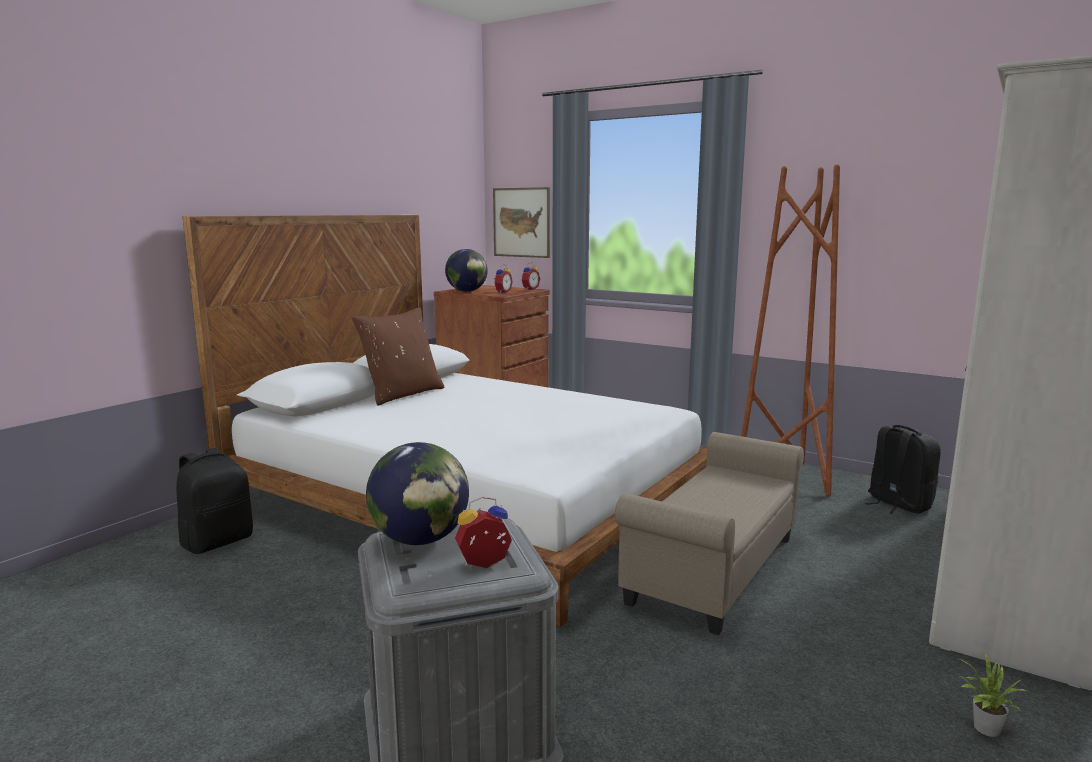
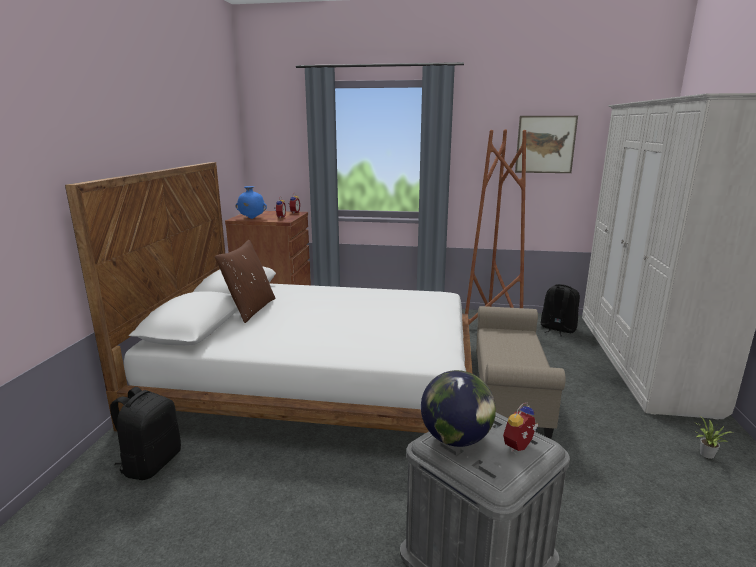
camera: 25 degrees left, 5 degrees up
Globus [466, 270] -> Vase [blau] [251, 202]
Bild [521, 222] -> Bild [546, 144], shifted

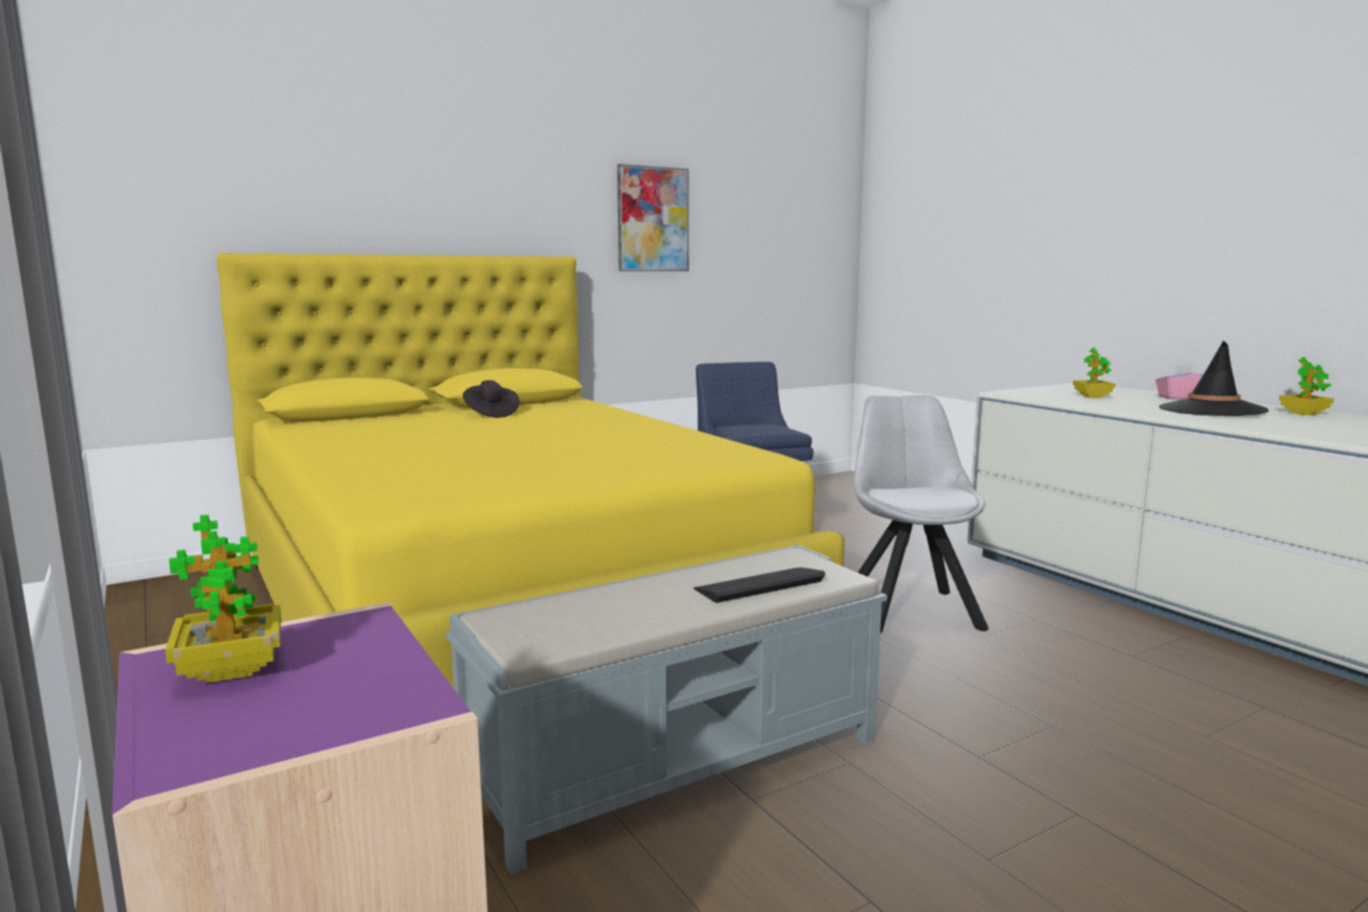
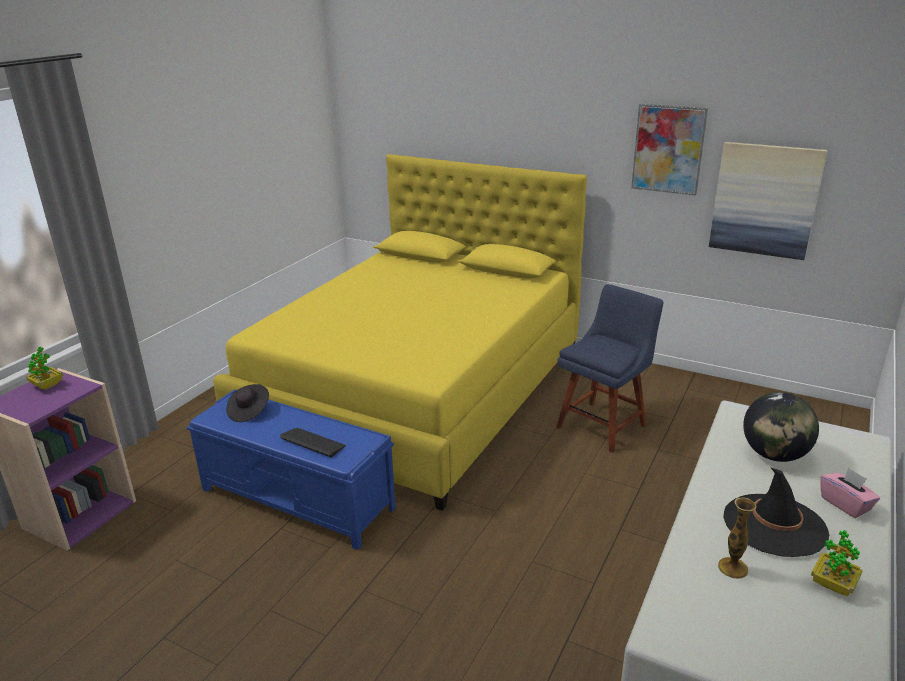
camera: 60 degrees right, 15 degrees up
Bank [grau] [666, 709] -> Bank [blau] [291, 469]
Hut [schwarz] [491, 399] -> Hut [schwarz] [247, 403], shifted
none -> Bild [768, 201]
none -> Vase [737, 538]
Topfpflanze [1094, 372] -> Globus [781, 427]
Stuhl [grau] [921, 513] -> none

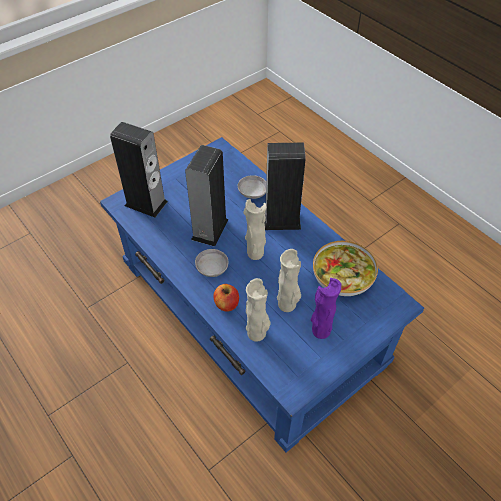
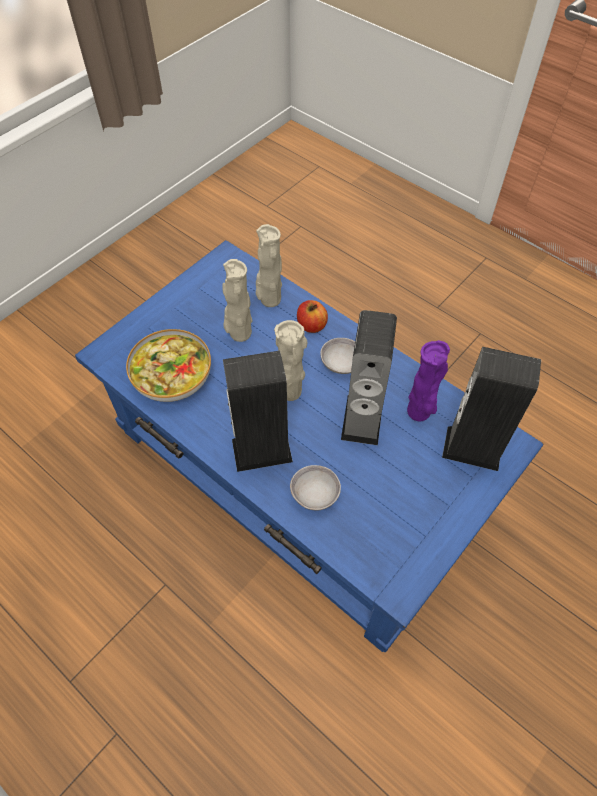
camera: 170 degrees right, 5 degrees up
Vase [lila] [326, 308] -> Vase [lila] [428, 380], shifted

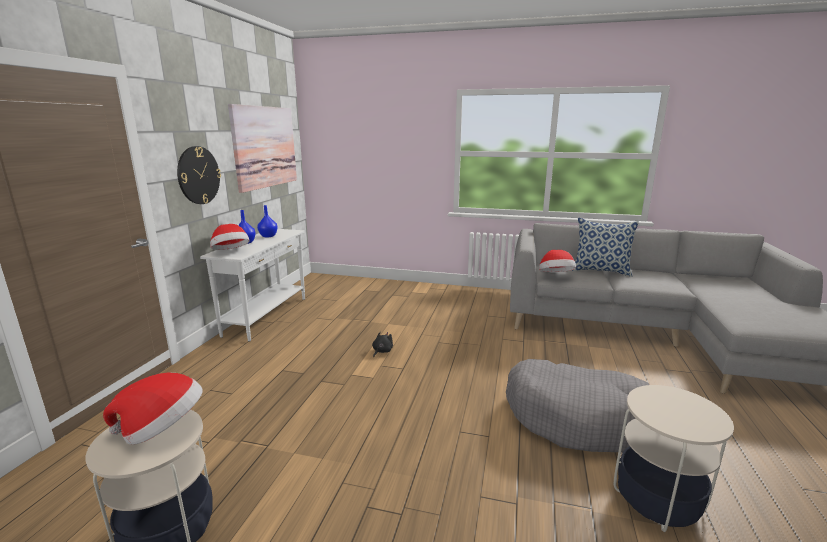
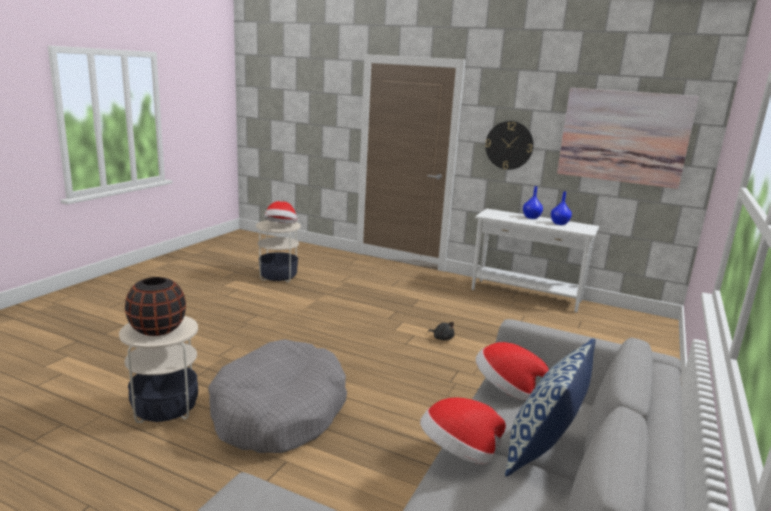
camera: 100 degrees right, 0 degrees up
none -> Vase [schwarz] [155, 306]
Hut [230, 237] -> Hut [463, 430], shifted

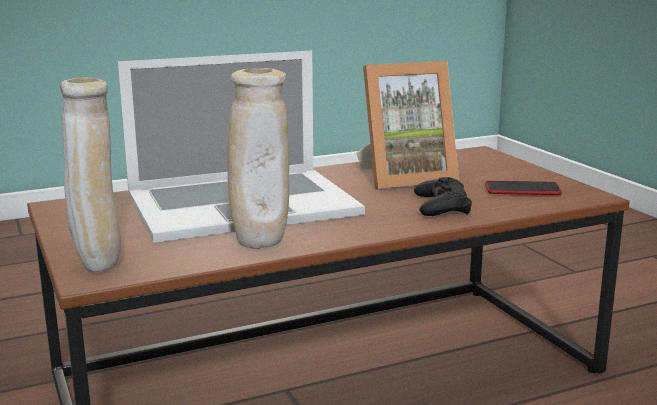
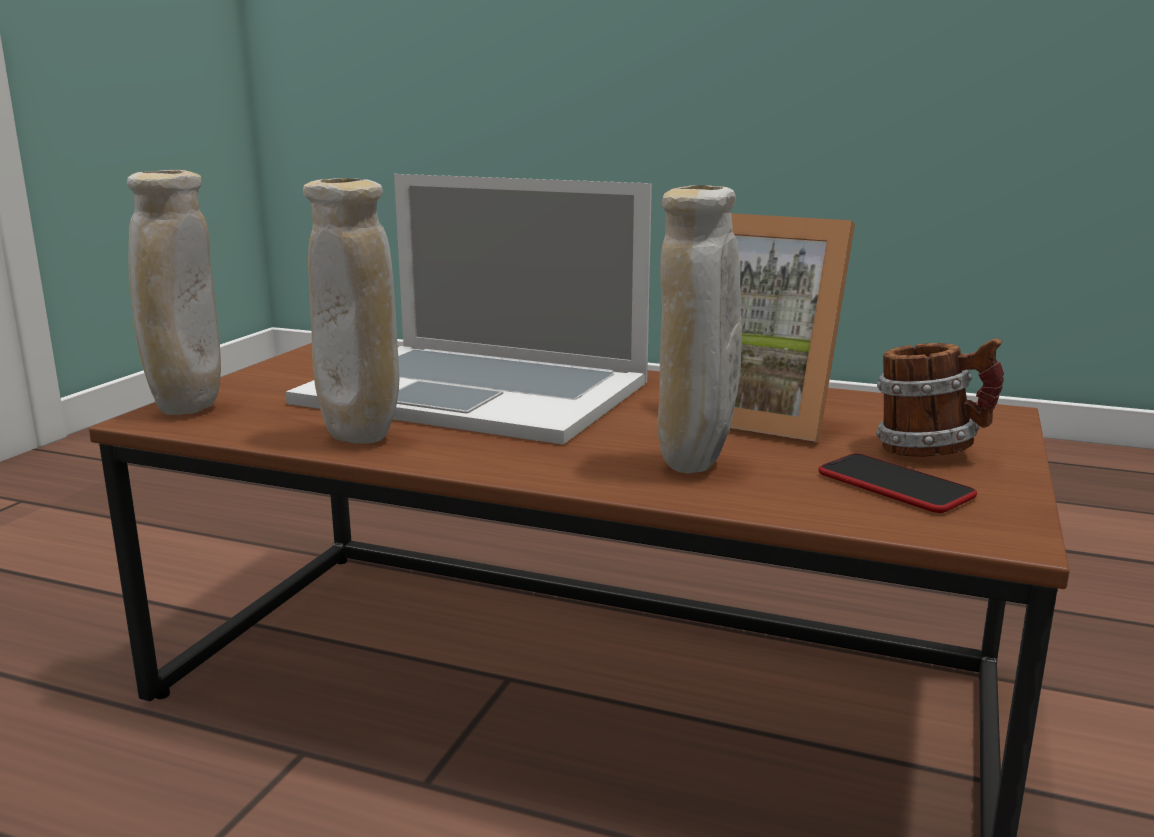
camera: 45 degrees right, 0 degrees up
Gamepad [schwarz] [443, 196] -> Vase [beige] [699, 329]
none -> Henkelbecher [940, 397]

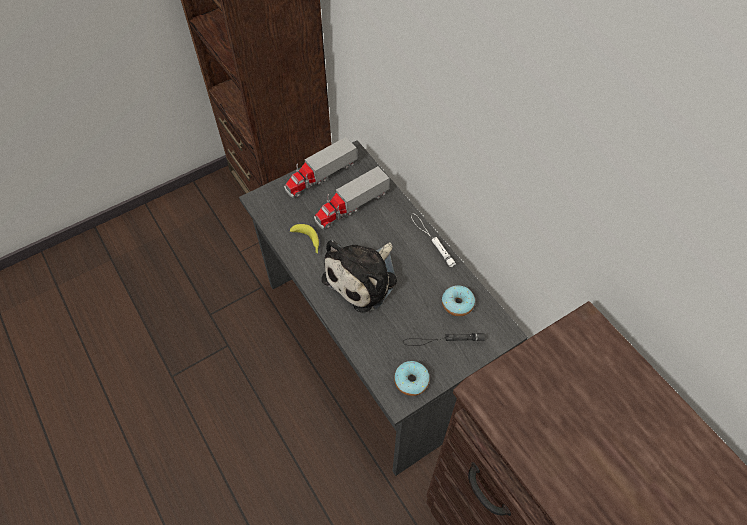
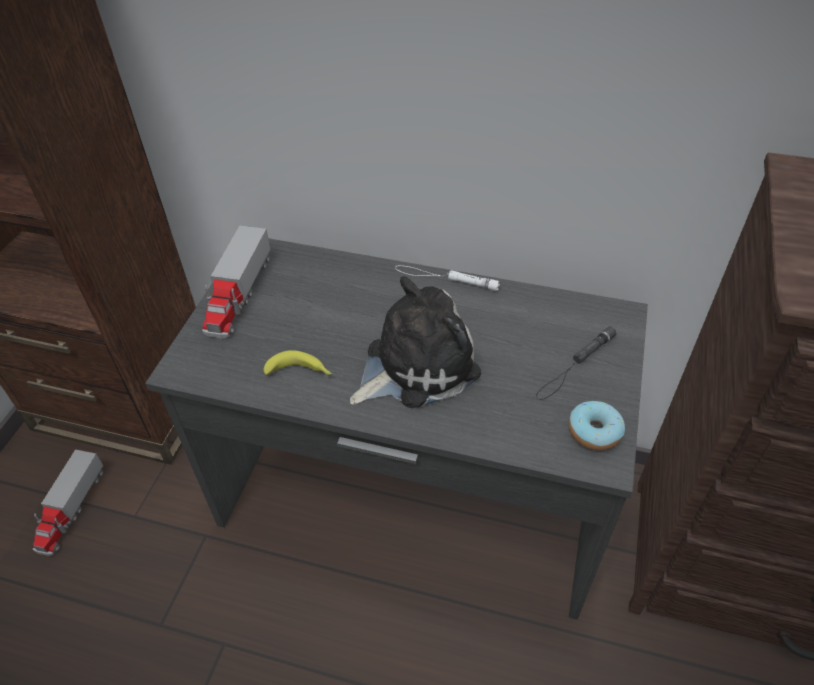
camera: 40 degrees left, 10 degrees down
Spielzeuglaster [351, 197] -> Spielzeuglaster [67, 502], shifted
Plüschtier [359, 276] -> Plüschtier [415, 342], 120 degrees counterclockwise
Donut [458, 301] -> none

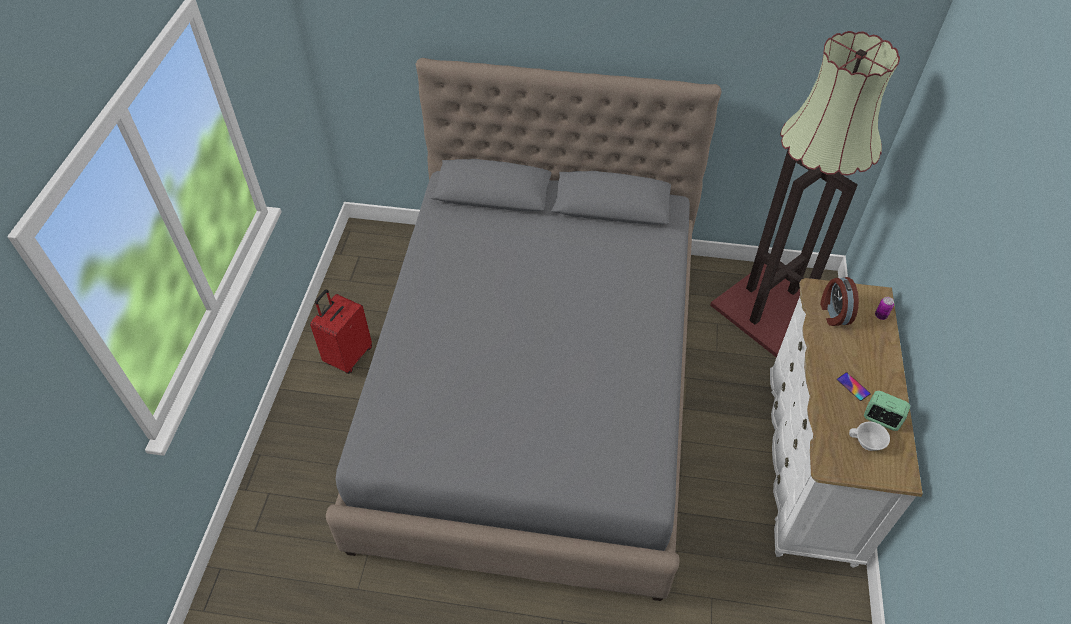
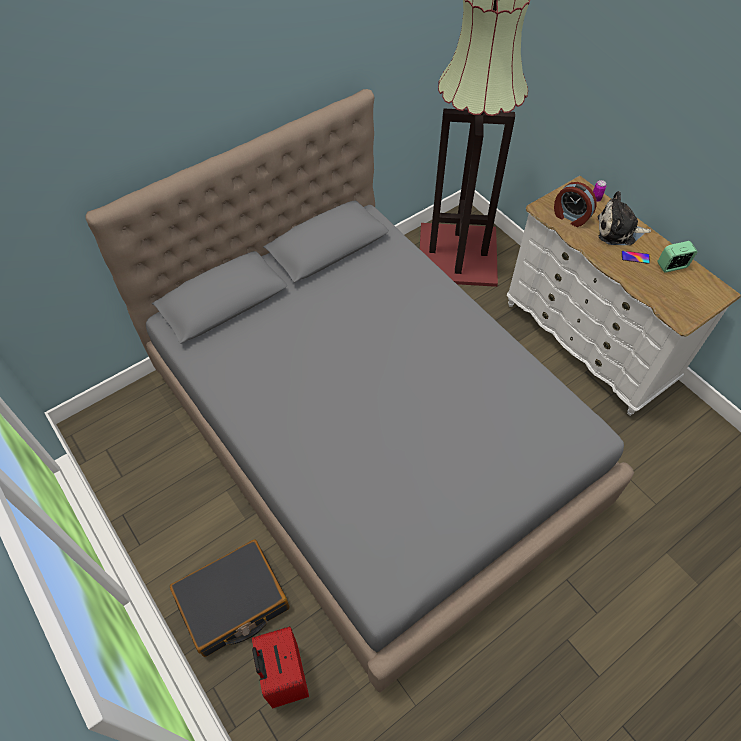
camera: 45 degrees left, 5 degrees up
none -> Koffer [schwarz] [230, 598]
Koffer [rot] [341, 331] -> Koffer [rot] [280, 667], shifted
none -> Plüschtier [624, 218]
Tasse [weiß] [869, 436] -> none

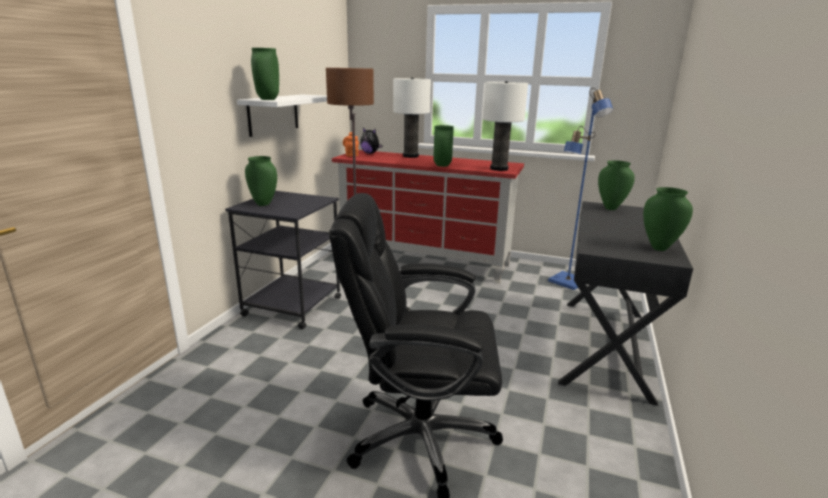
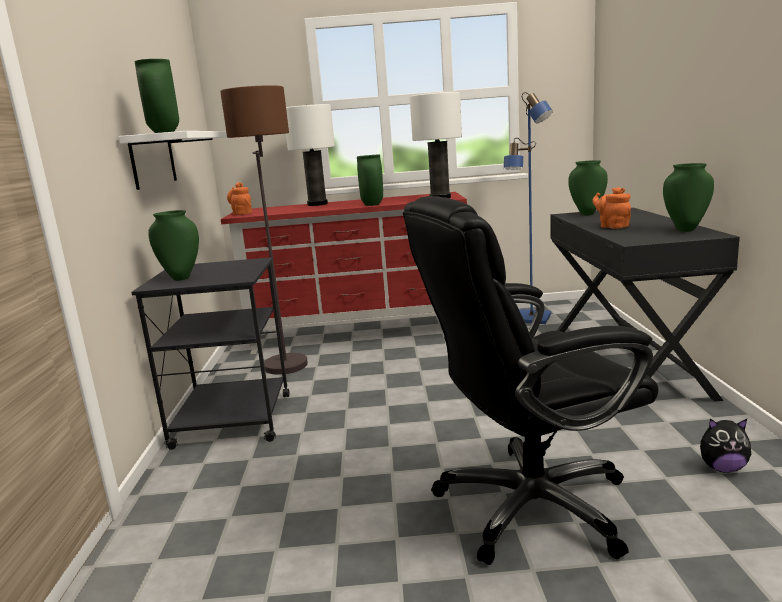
camera: 20 degrees left, 5 degrees down
none -> Teekanne [orange] [611, 208]
Plüschtier [371, 141] -> Plüschtier [725, 446], shifted

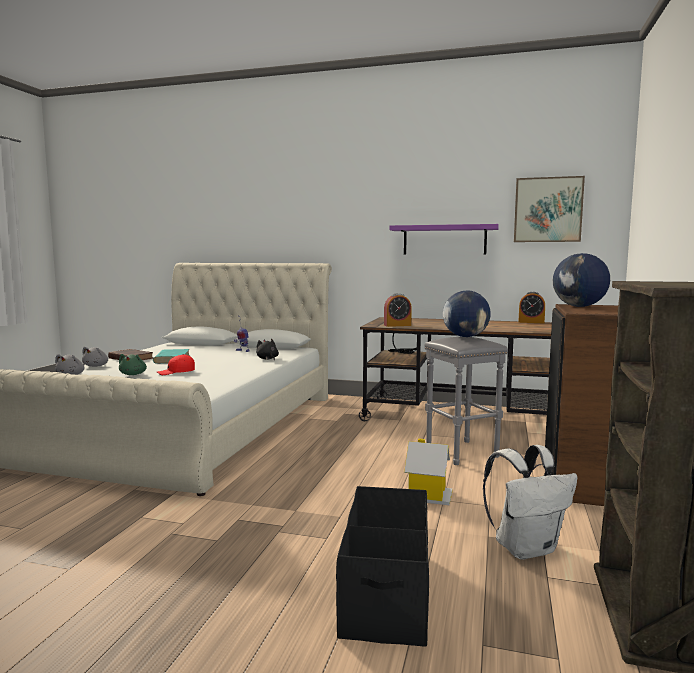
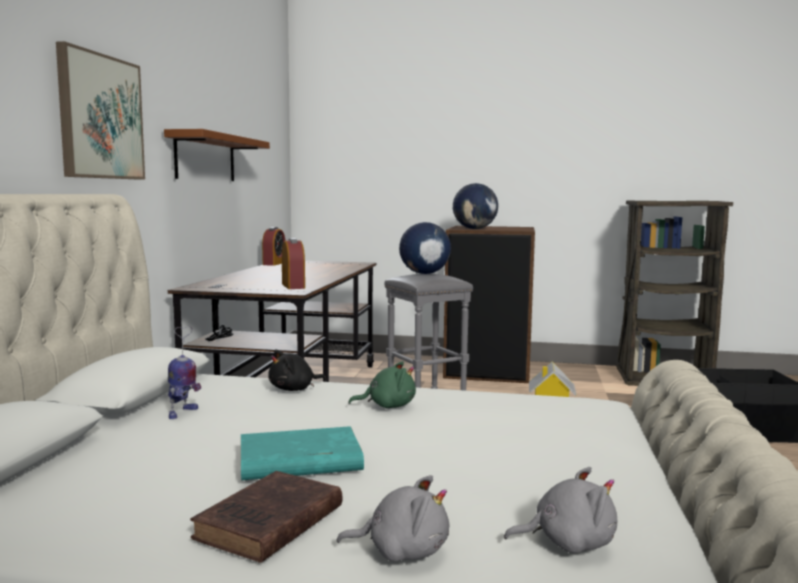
camera: 95 degrees left, 0 degrees up
Bild [549, 209] -> Bild [100, 110], shifted
Wandregal [lila] [444, 239] -> Wandregal [braun] [217, 155]
Plüschtier [grün] [133, 364] -> Plüschtier [grün] [382, 384], shifted
Kappe [rot] [176, 364] -> none
Rucksack [weiß] [530, 502] -> none

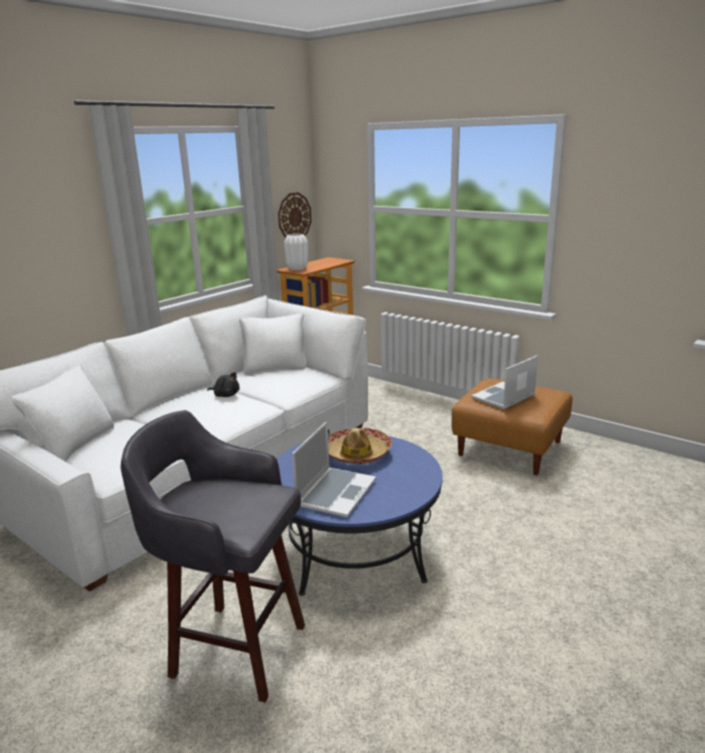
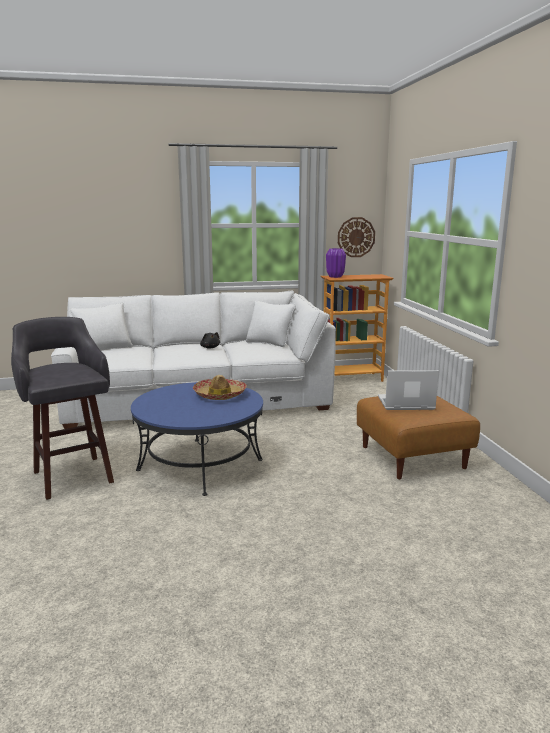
camera: 40 degrees right, 5 degrees down
Vase [weiß] [296, 252] -> Vase [lila] [336, 263]
Laptop [334, 469] -> none

